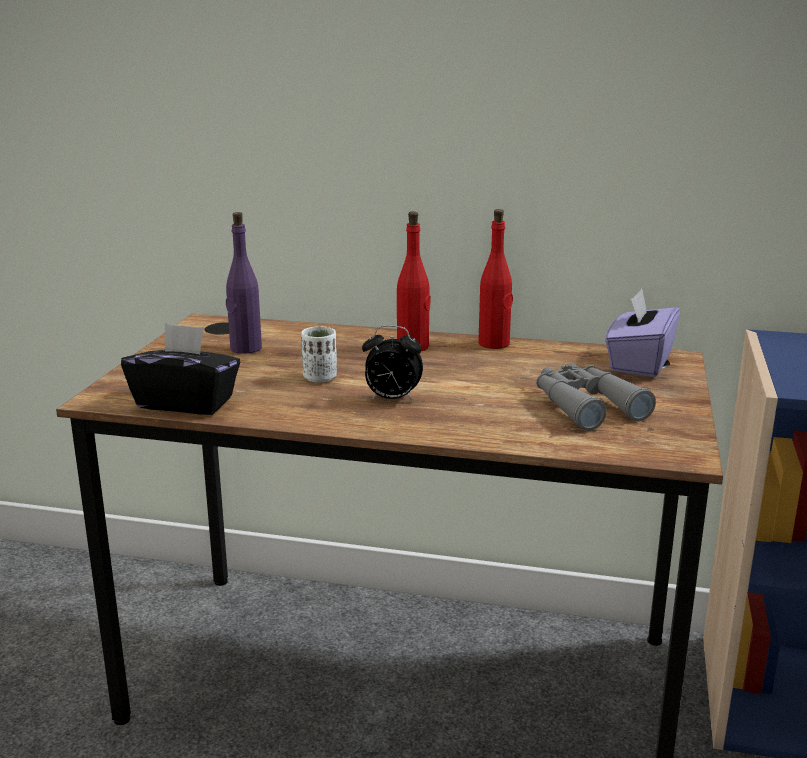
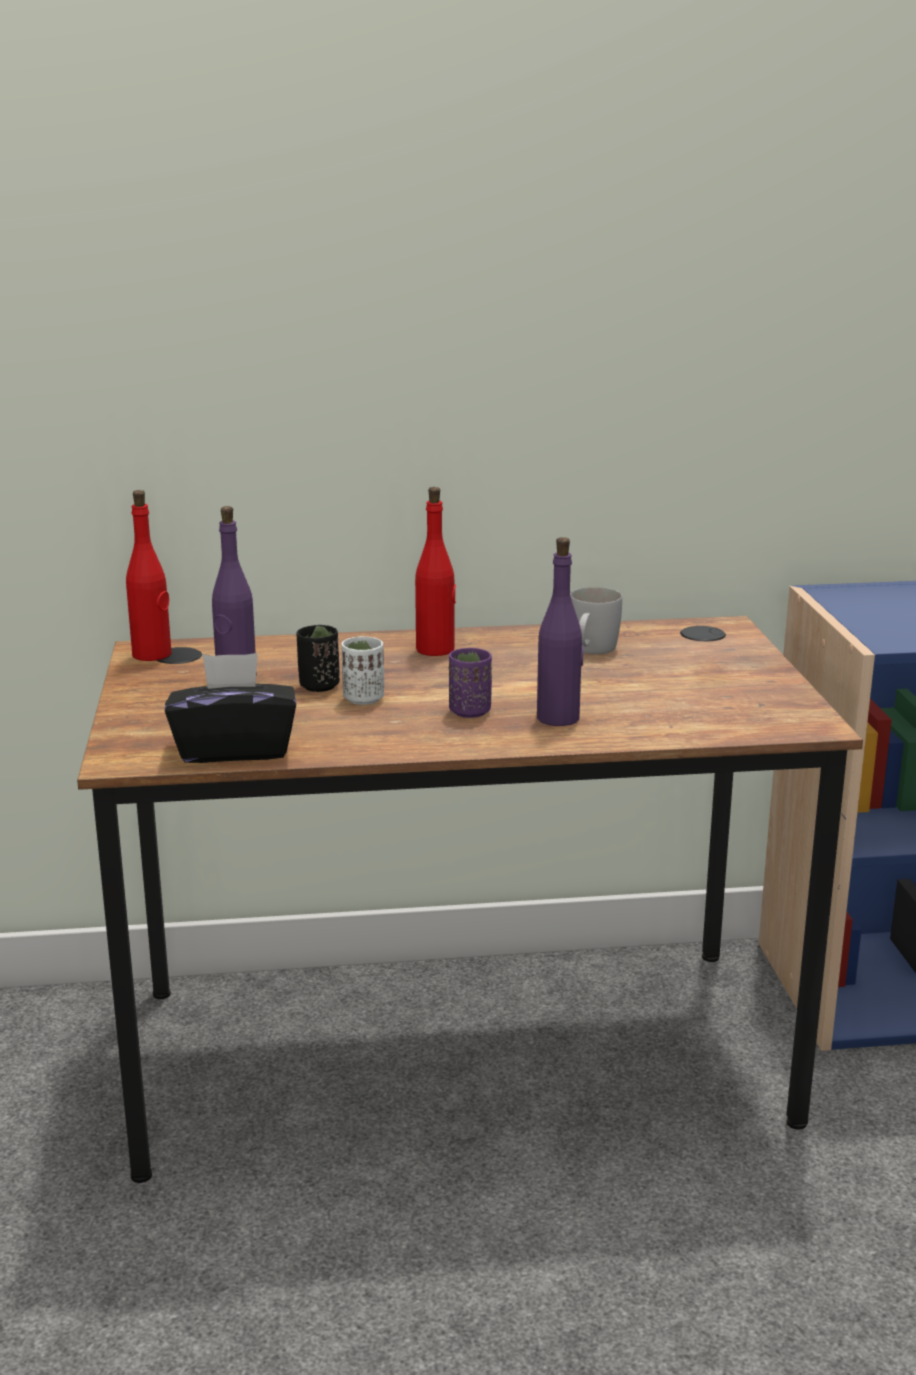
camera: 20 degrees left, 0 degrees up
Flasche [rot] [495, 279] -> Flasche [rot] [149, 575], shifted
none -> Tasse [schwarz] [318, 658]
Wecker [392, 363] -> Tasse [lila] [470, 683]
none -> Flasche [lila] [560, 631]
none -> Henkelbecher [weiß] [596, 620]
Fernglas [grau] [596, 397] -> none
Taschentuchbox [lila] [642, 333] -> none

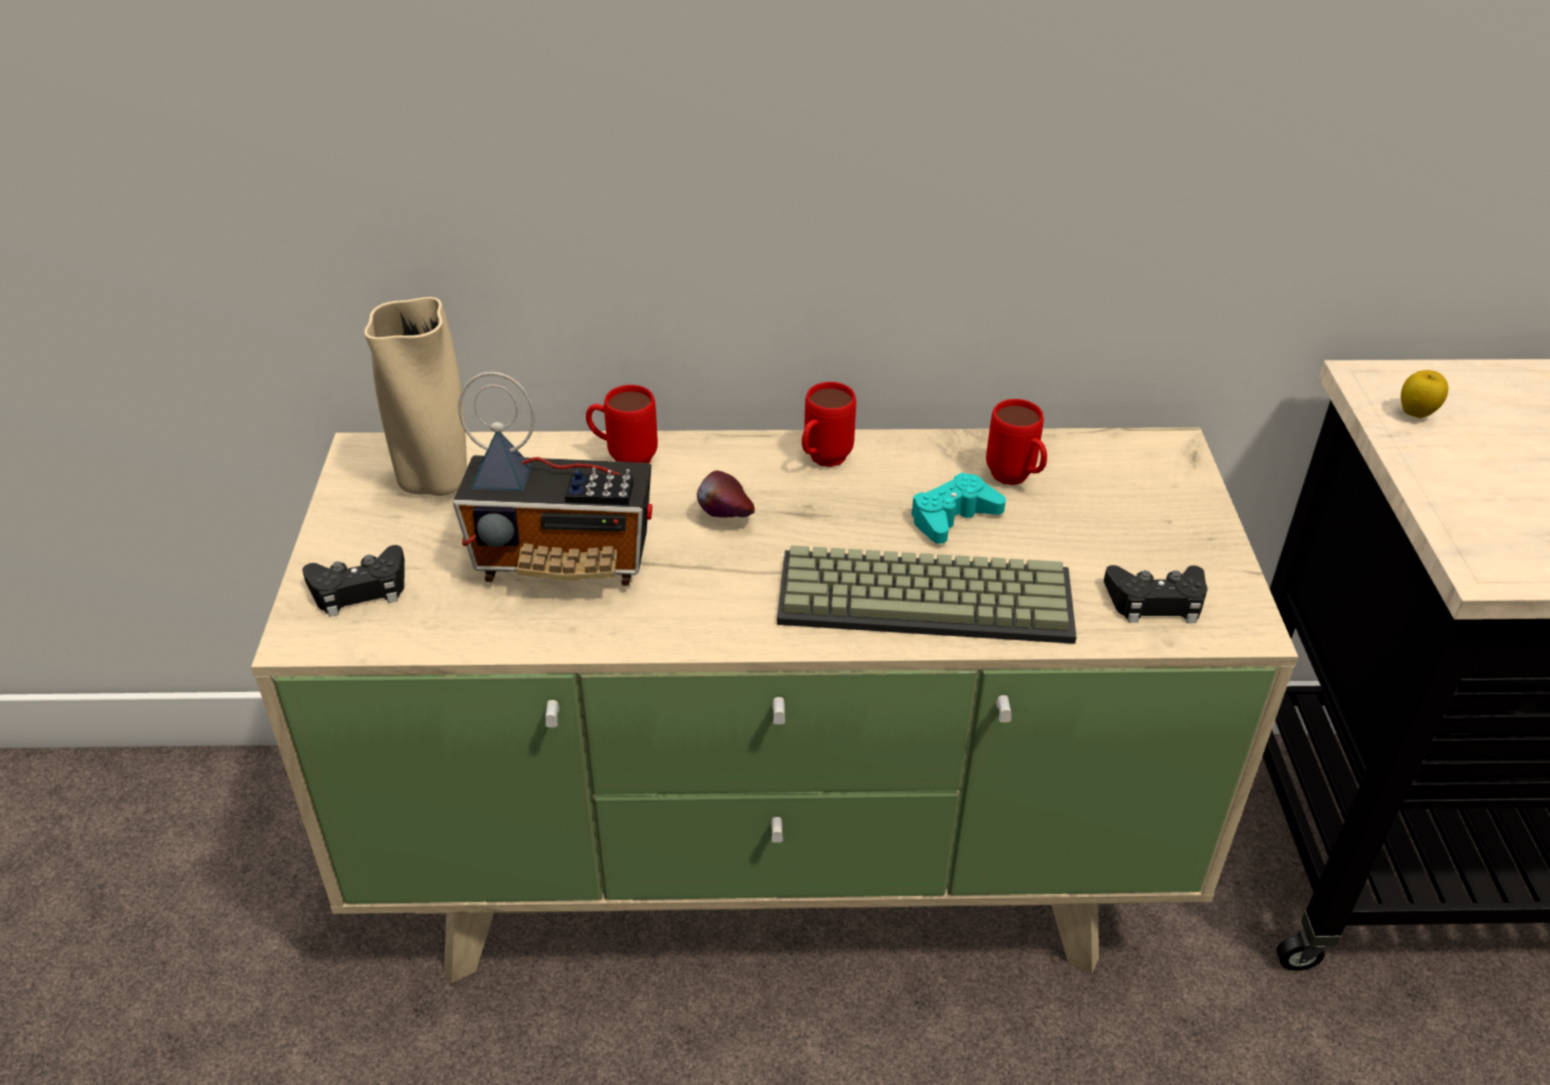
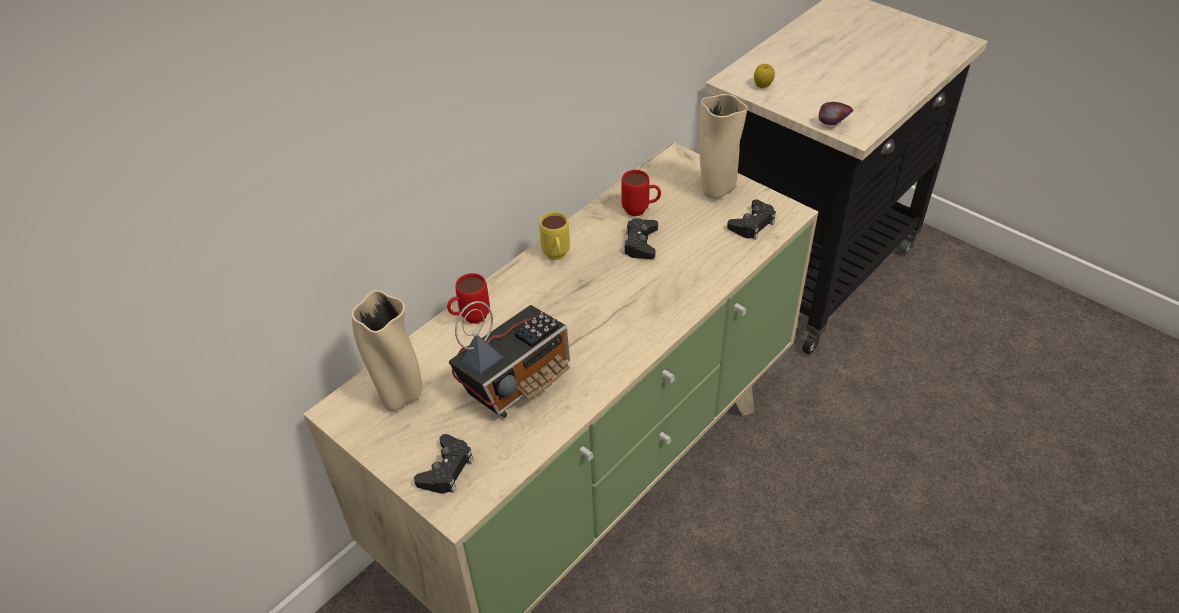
camera: 45 degrees left, 5 degrees up
Henkelbecher [rot] [829, 424] -> Henkelbecher [gelb] [554, 236]
Gamepad [türkis] [958, 508] -> Gamepad [schwarz] [641, 238]
none -> Vase [beige] [723, 146]
Apfel [726, 494] -> Apfel [835, 113], shifted
Tastatur [927, 594] -> none

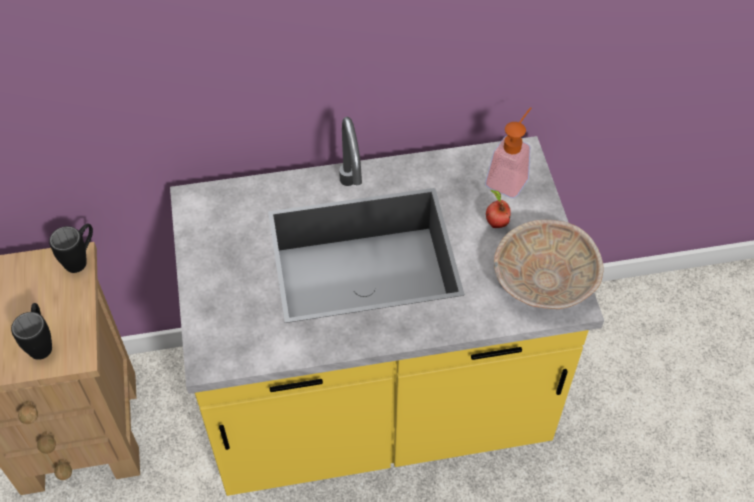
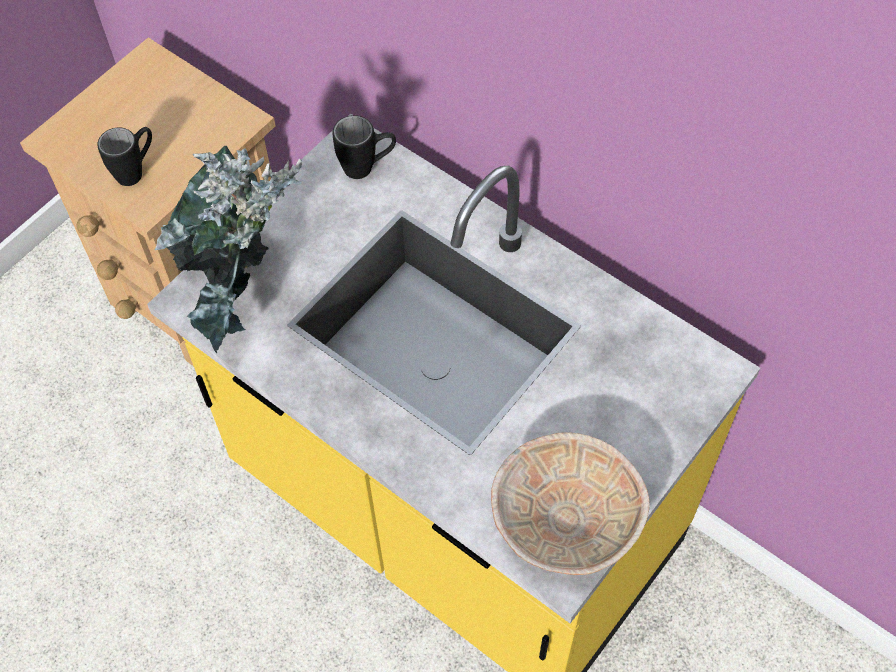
camera: 50 degrees right, 5 degrees up
none -> Topfpflanze [228, 250]
Henkelbecher [schwarz] [71, 248] -> Henkelbecher [schwarz] [364, 147], shifted
Seifenspender [508, 152] -> none
Apfel [498, 209] -> none

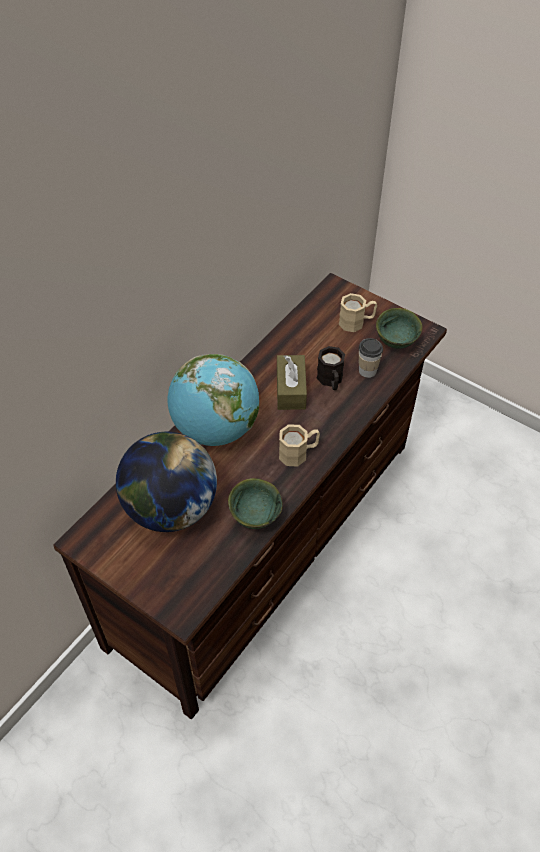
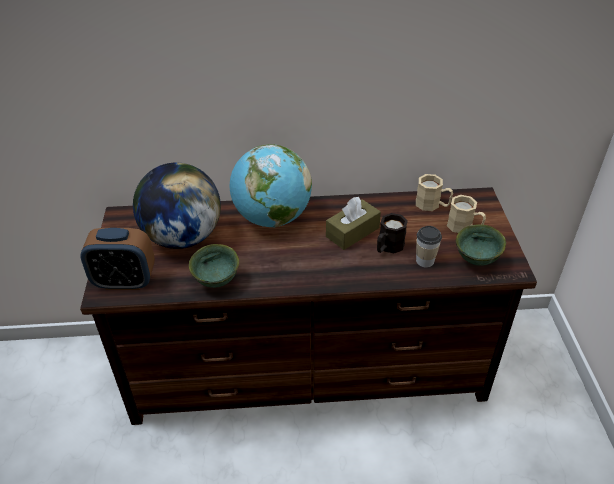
camera: 50 degrees right, 10 degrees down
none -> Wecker [117, 259]
Henkelbecher [beige] [299, 445] -> Henkelbecher [beige] [434, 192], shifted

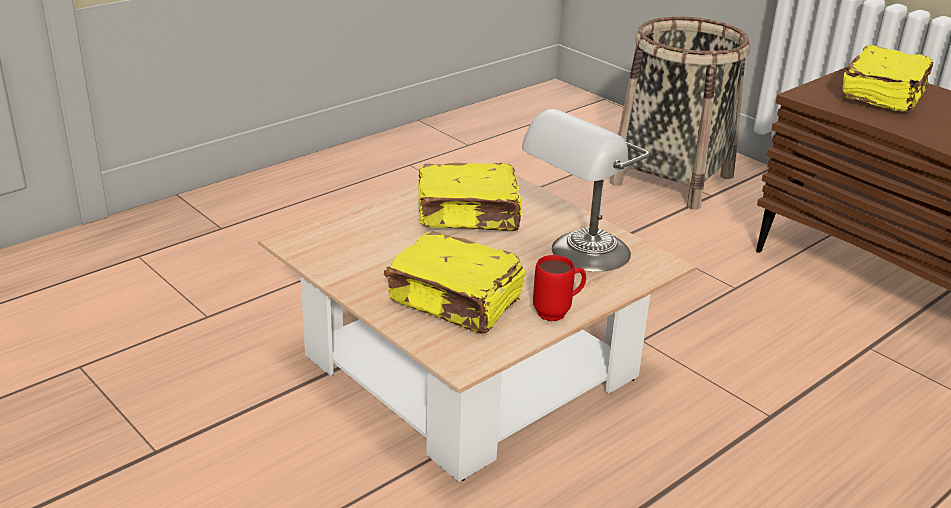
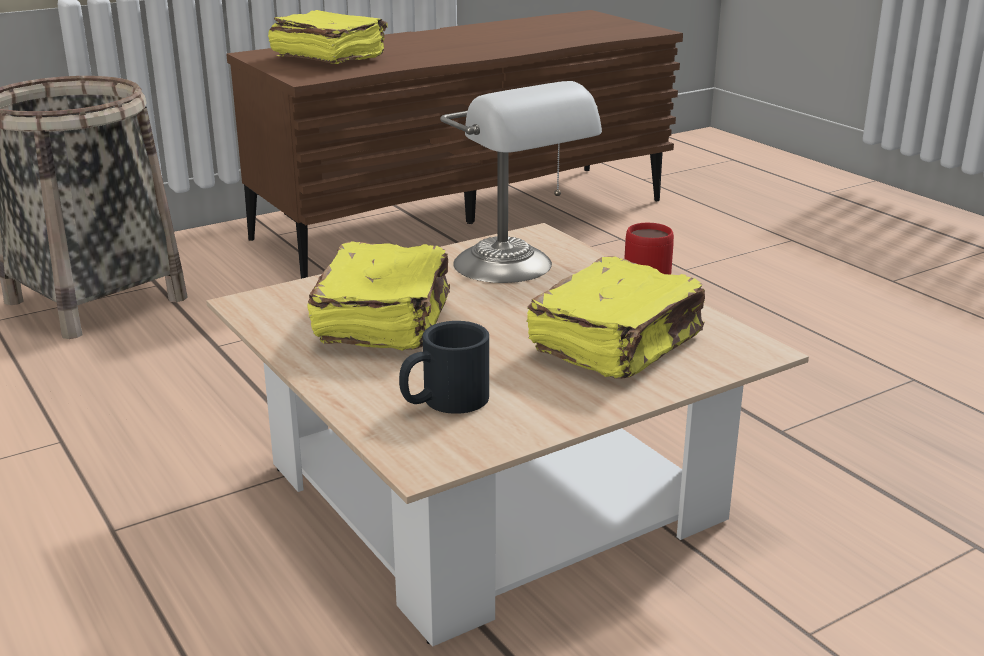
camera: 80 degrees left, 5 degrees down
none -> Henkelbecher [schwarz] [444, 367]

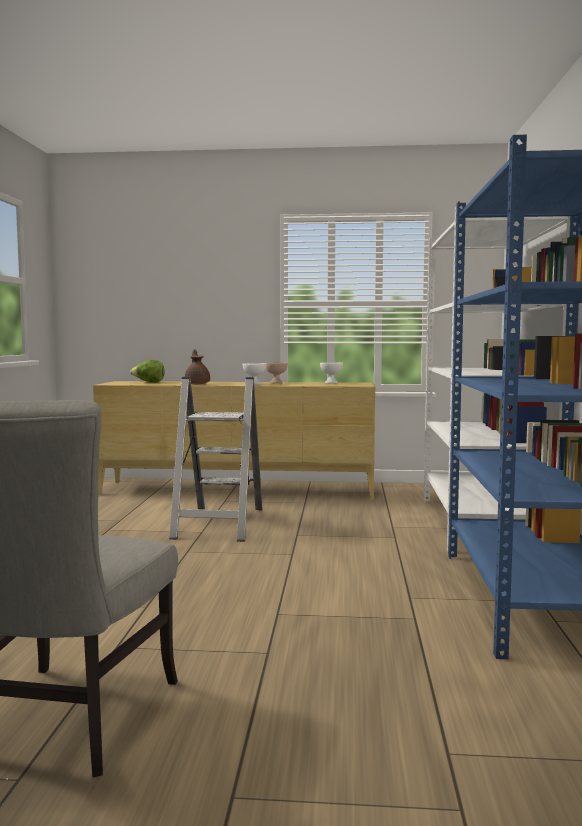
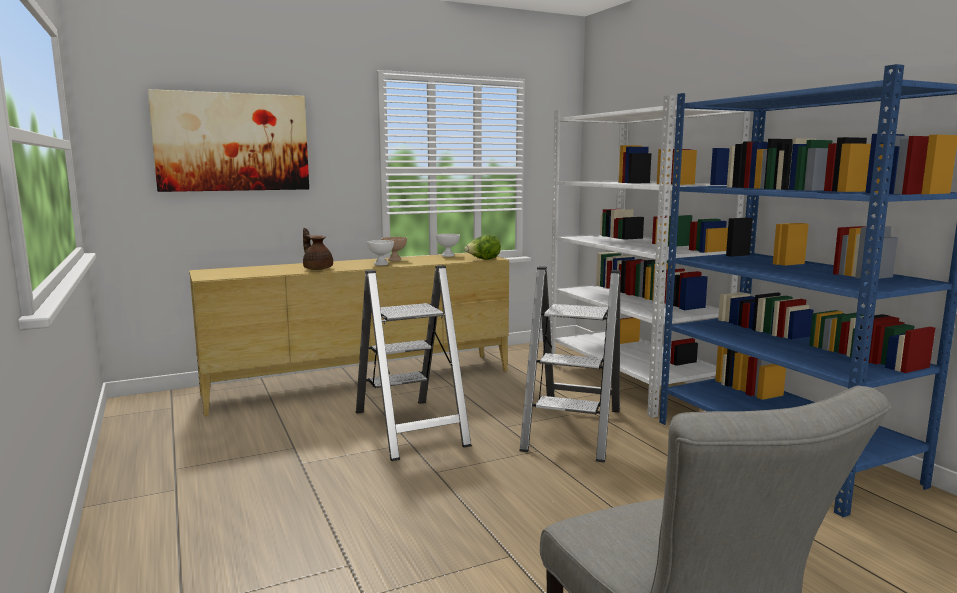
camera: 30 degrees left, 5 degrees up
none -> Bild [228, 140]
Salatkopf [147, 371] -> Salatkopf [482, 247], shifted
none -> Trittleiter [grau] [570, 364]

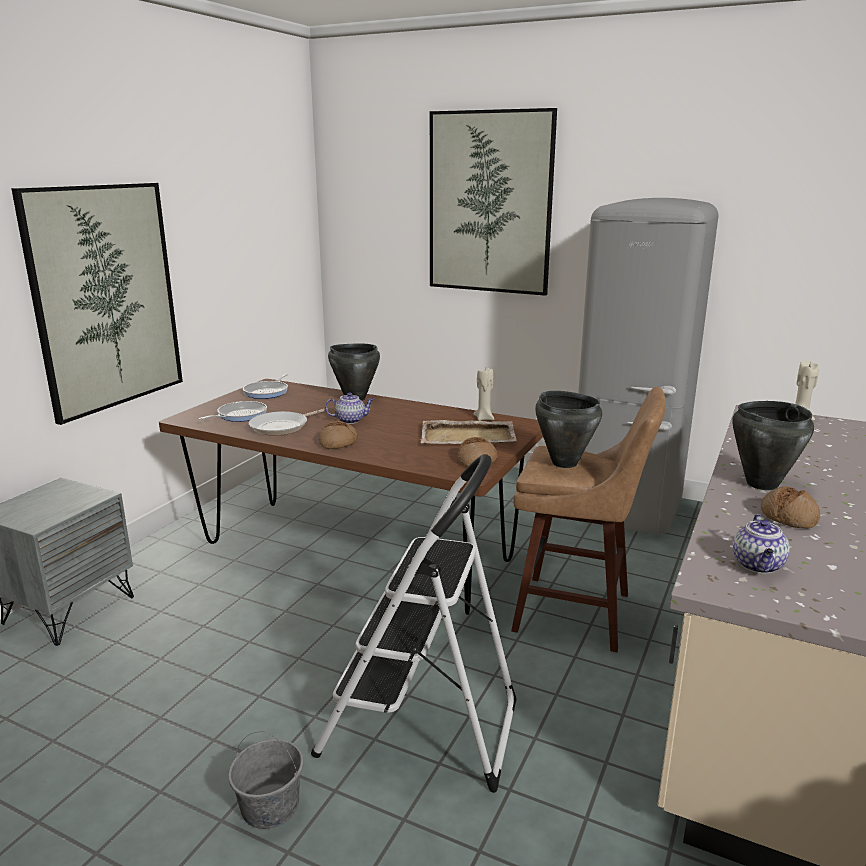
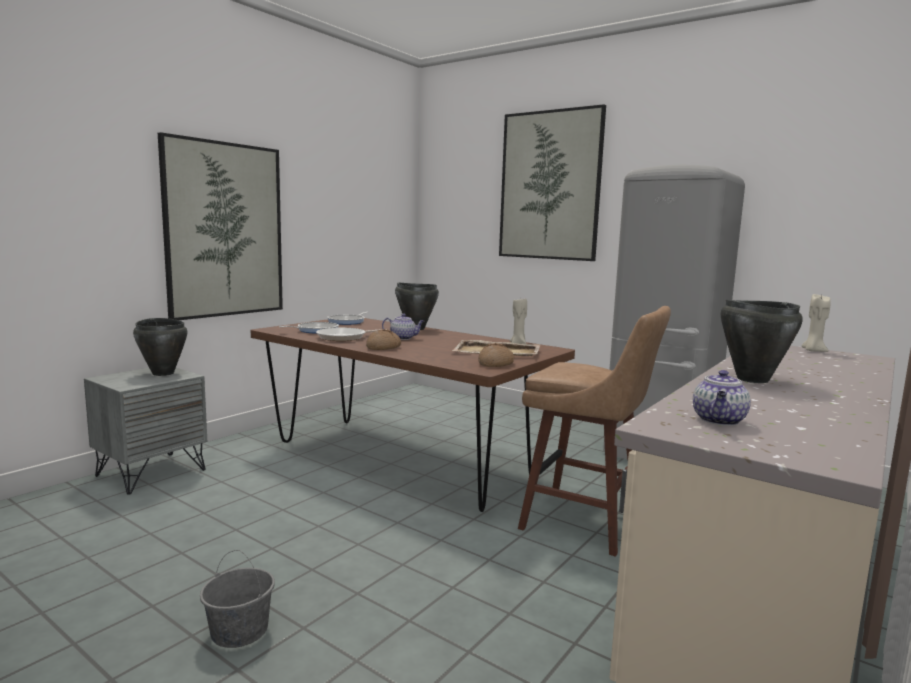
camera: 10 degrees right, 10 degrees down
Kochtopf [schwarz] [568, 429] -> Kochtopf [schwarz] [160, 347], shifted
Trittleiter [414, 623] -> none
Brot [790, 507] -> none

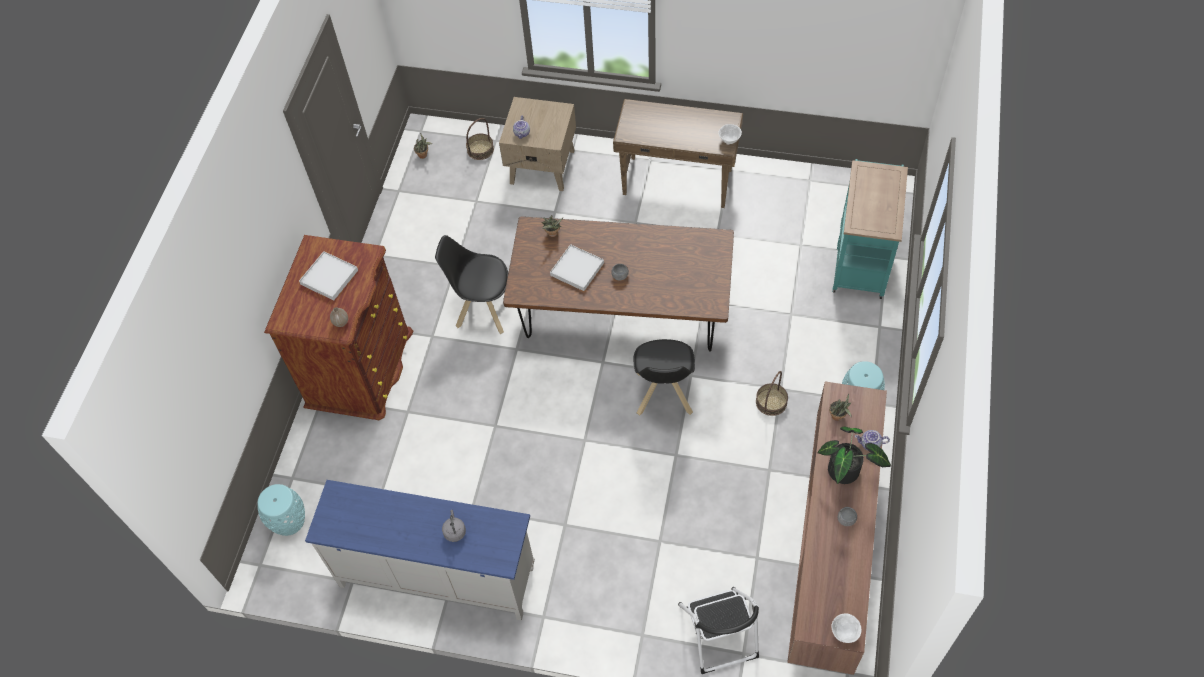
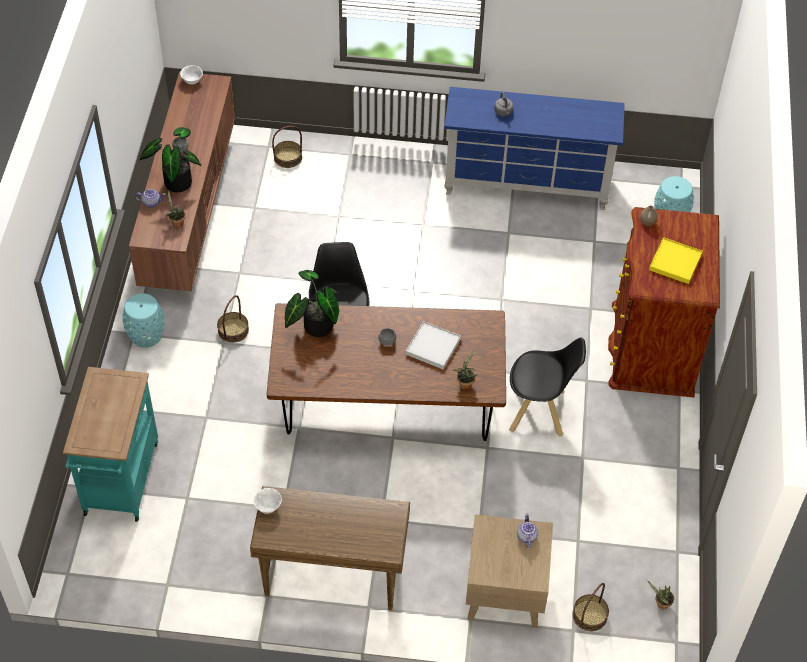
camera: 170 degrees right, 5 degrees down
Trittleiter [718, 630] -> Korb [287, 147]
none -> Topfpflanze [312, 303]
Tablett [weiß] [328, 275] -> Tablett [gelb] [676, 260]

